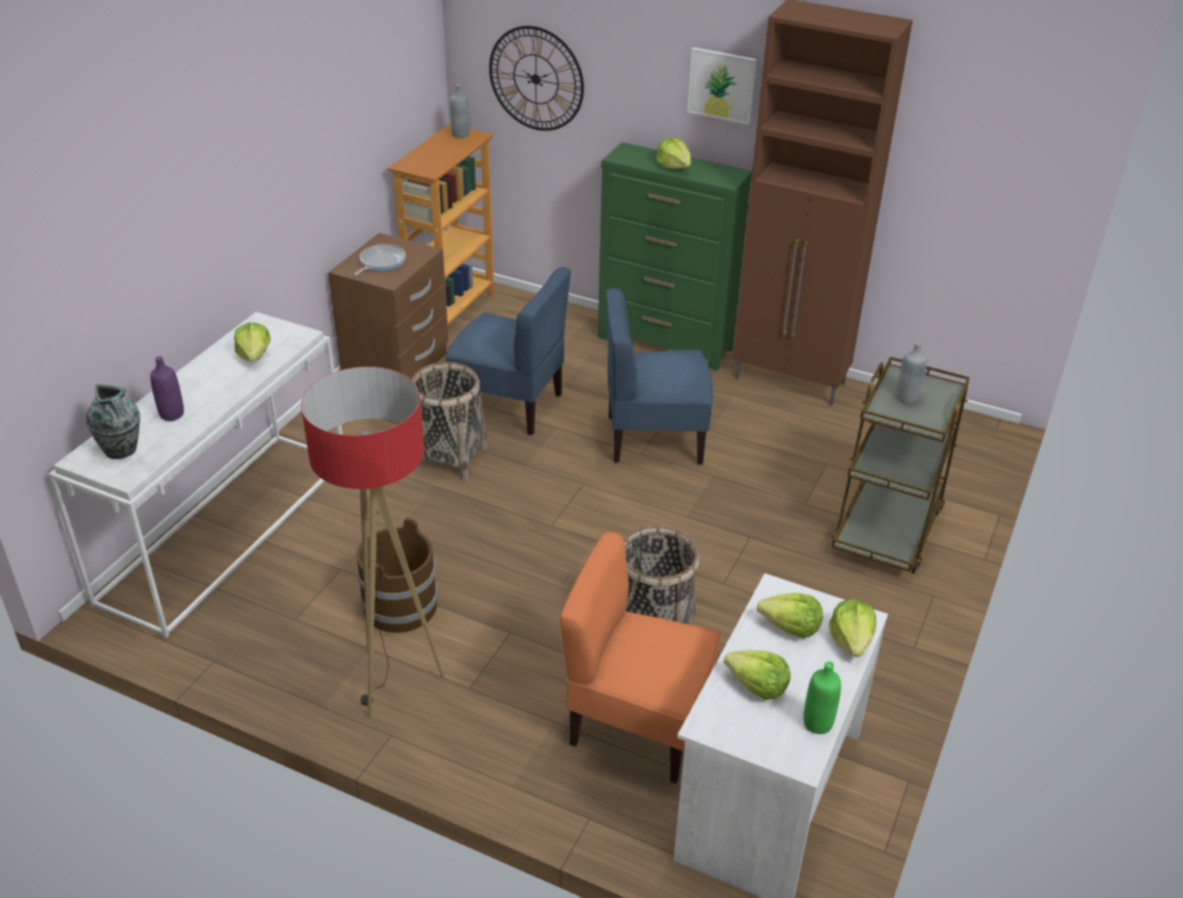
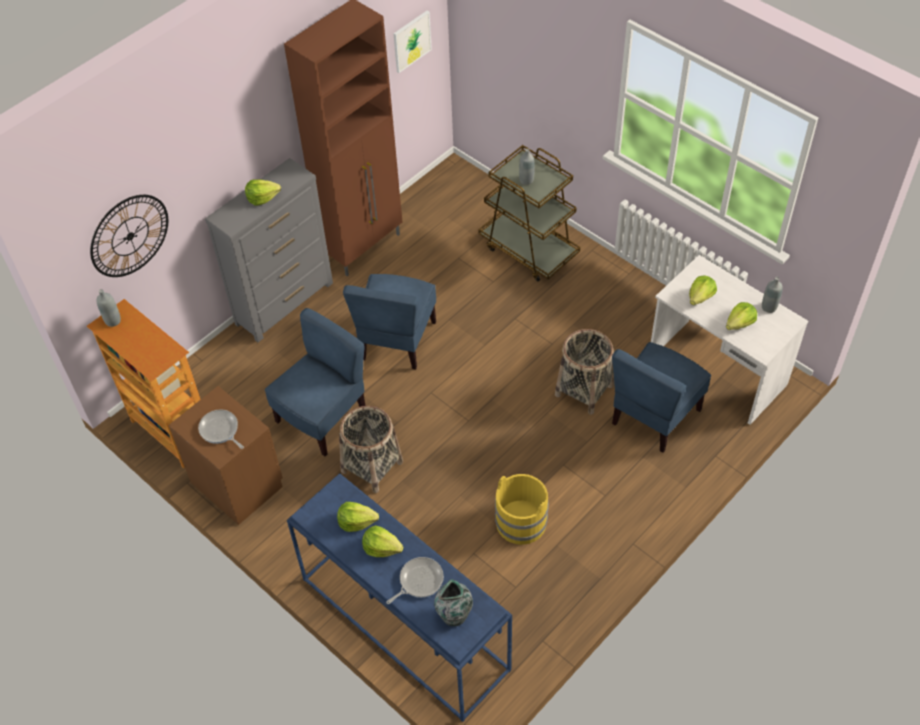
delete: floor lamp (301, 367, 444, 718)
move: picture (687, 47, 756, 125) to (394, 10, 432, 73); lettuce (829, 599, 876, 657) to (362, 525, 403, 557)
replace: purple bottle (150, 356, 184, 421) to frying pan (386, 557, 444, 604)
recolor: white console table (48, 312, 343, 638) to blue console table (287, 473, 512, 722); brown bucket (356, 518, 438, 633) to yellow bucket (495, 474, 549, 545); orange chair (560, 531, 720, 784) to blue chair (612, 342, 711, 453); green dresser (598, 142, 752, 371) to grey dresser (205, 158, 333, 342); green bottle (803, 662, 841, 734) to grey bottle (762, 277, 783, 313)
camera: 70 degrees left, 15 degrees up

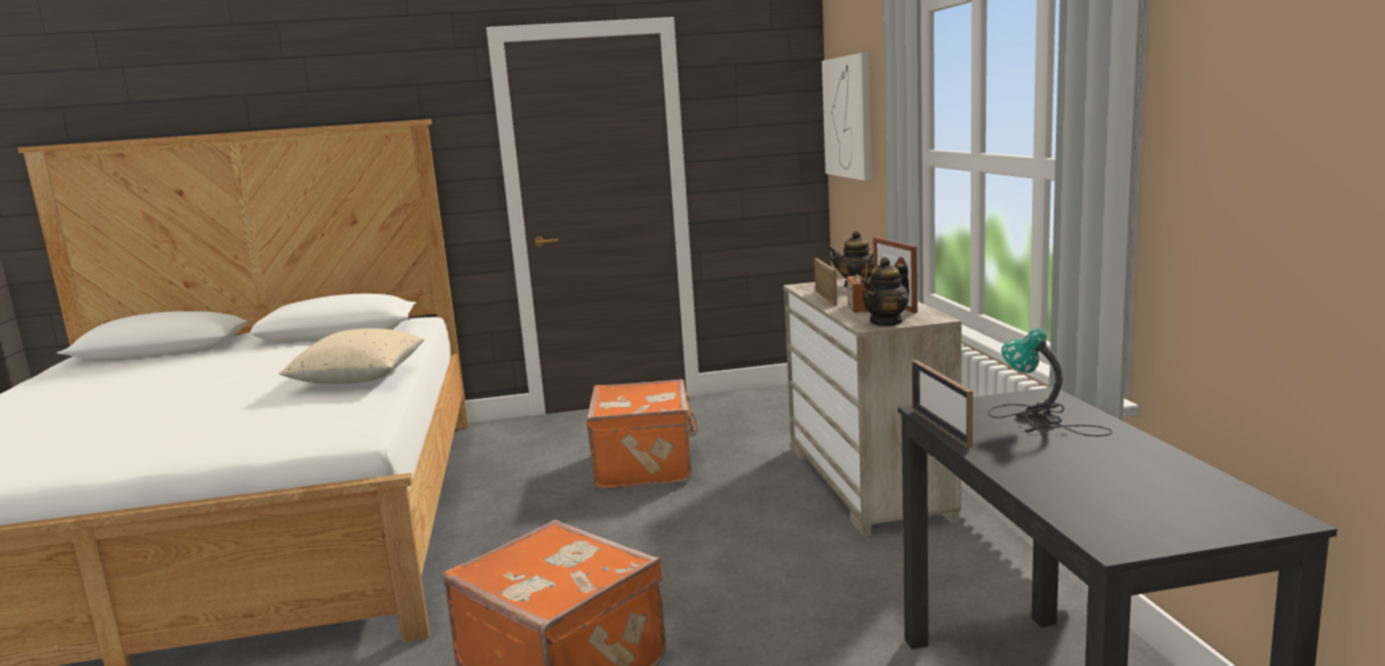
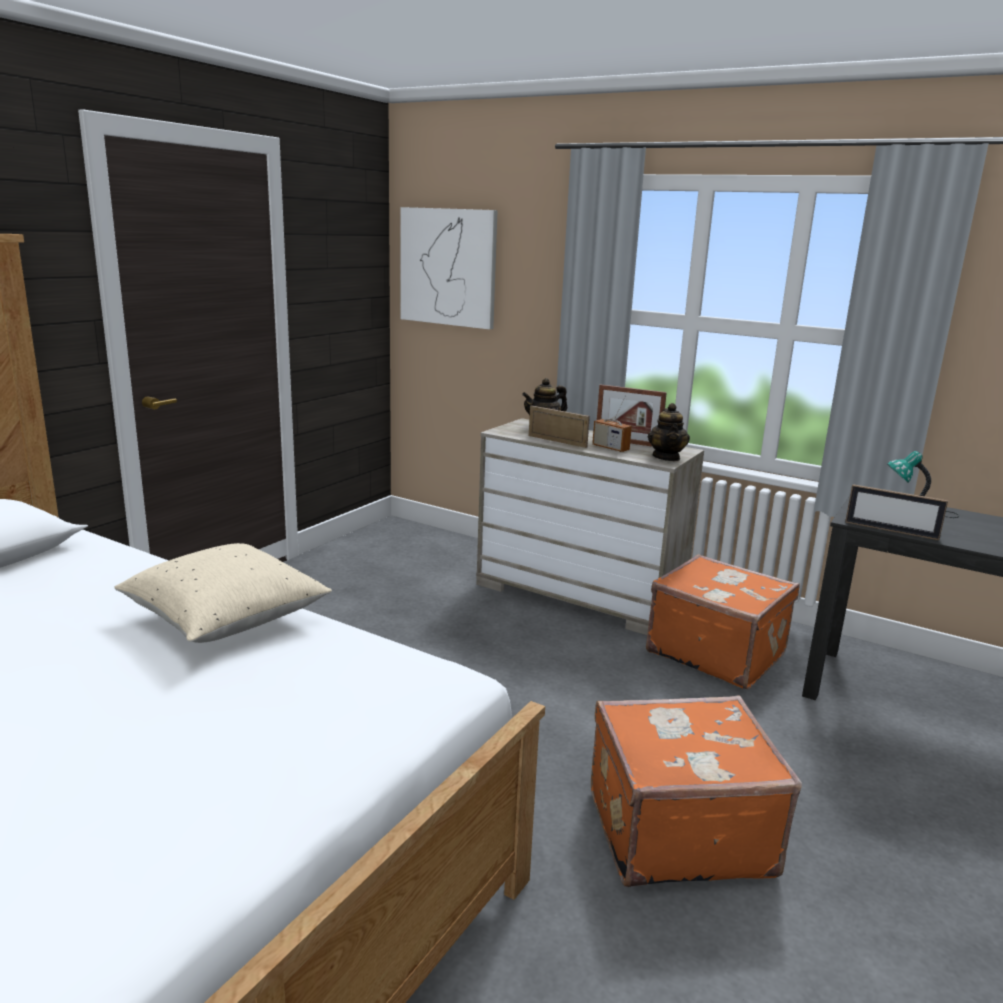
move: orange suitcase (587, 379, 697, 489) to (646, 554, 800, 690)
camera: 50 degrees left, 5 degrees up

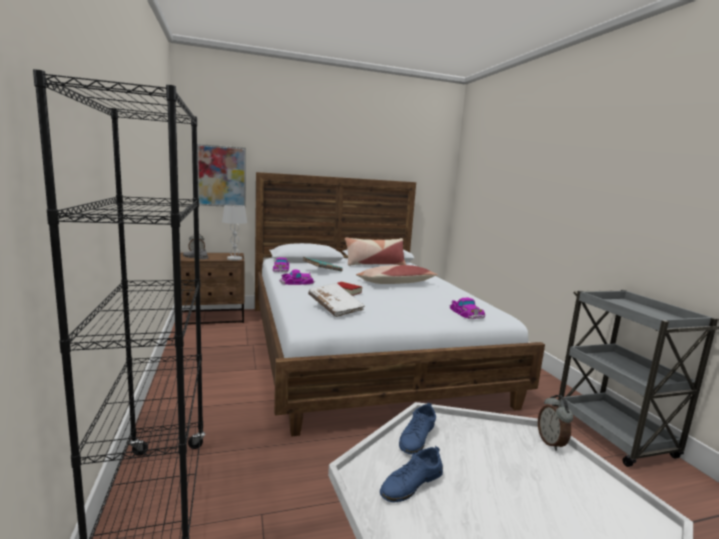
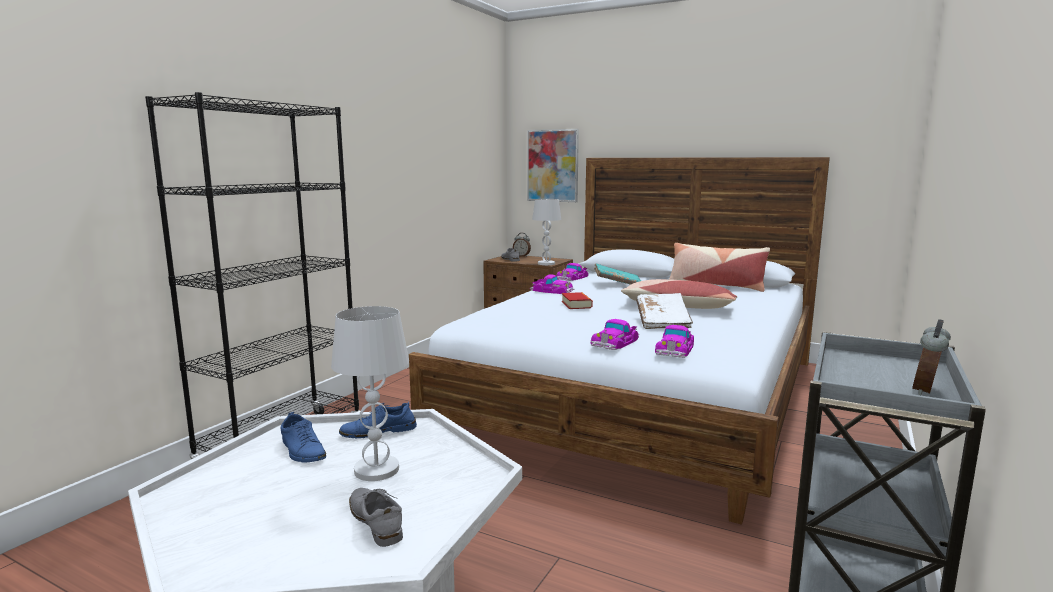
insert: white table lamp (331, 306, 409, 481); grey shoe (349, 488, 403, 547); toy car (591, 319, 639, 350)
move: white book (308, 283, 365, 317) to (636, 293, 693, 329); alarm clock (538, 395, 573, 451) to (912, 319, 951, 395)
rotate: blue shoe (380, 446, 443, 502) = (280, 412, 326, 463) 135 degrees counterclockwise
camera: 45 degrees right, 0 degrees up

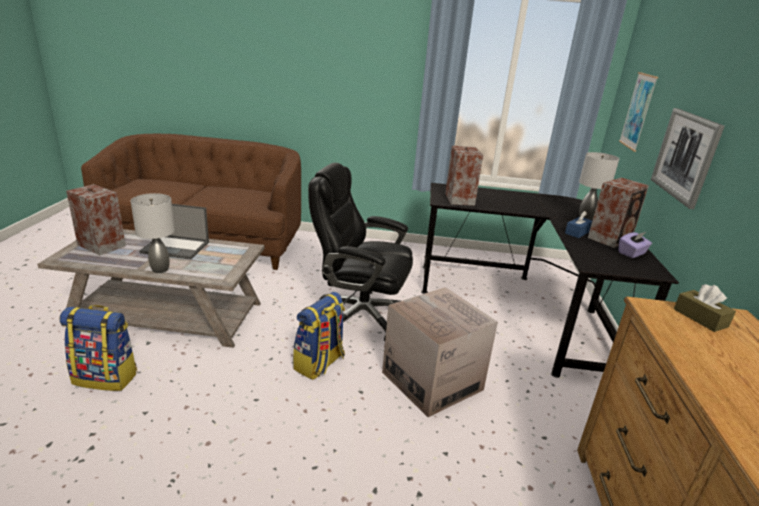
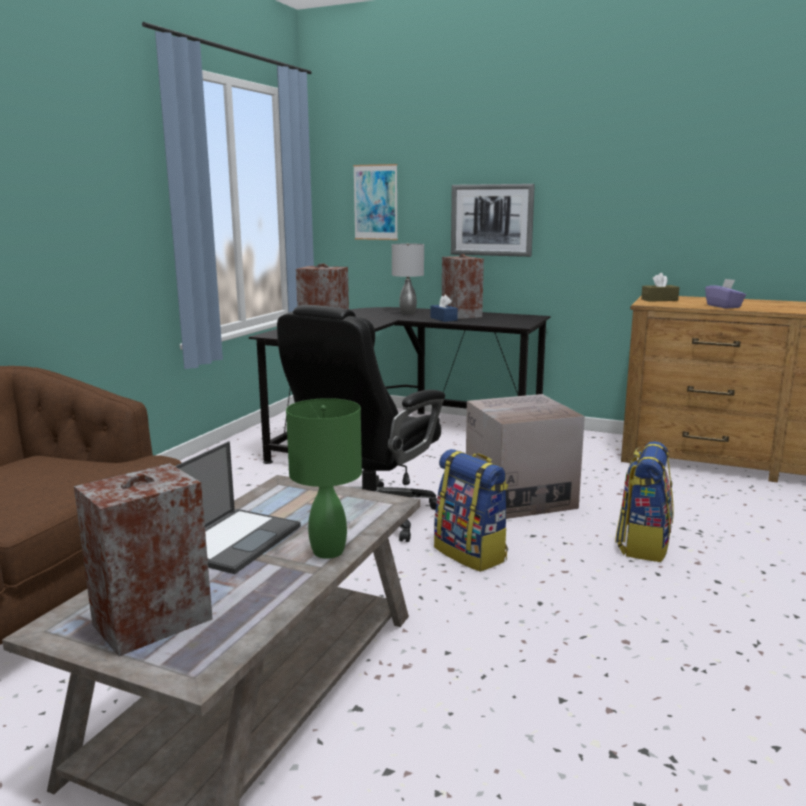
move: backpack (60, 305, 138, 391) to (615, 441, 674, 562); purple tissue box (619, 232, 652, 258) to (705, 278, 746, 309)
recolor: grey table lamp (131, 193, 175, 273) to green table lamp (286, 398, 362, 559)
camera: 70 degrees left, 10 degrees down

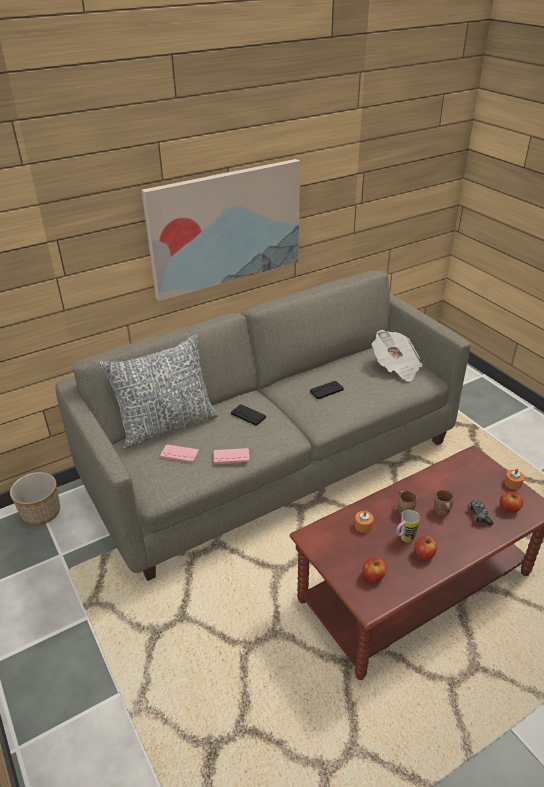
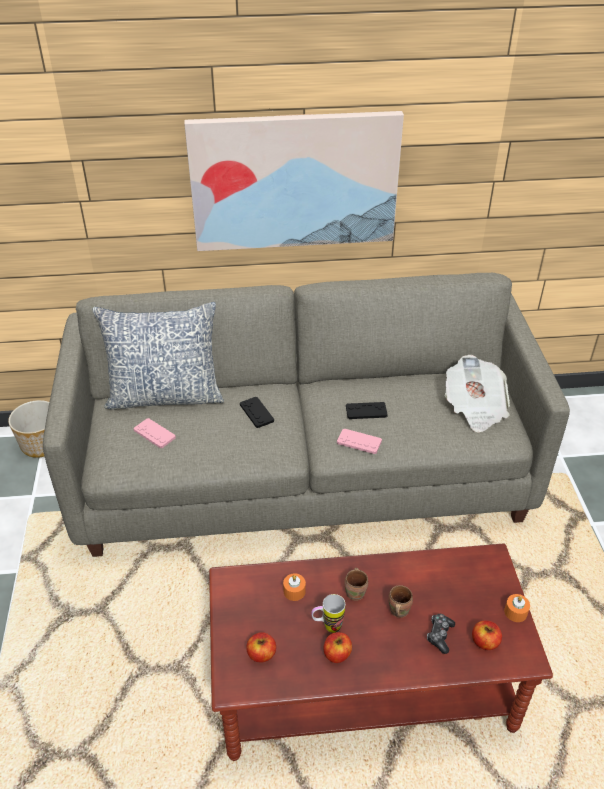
move: pink game controller (214, 448, 250, 464) to (337, 428, 382, 454)
camera: 25 degrees right, 5 degrees up

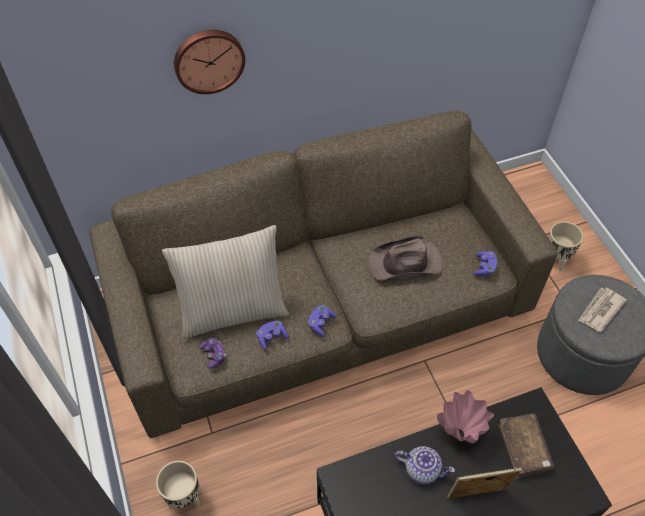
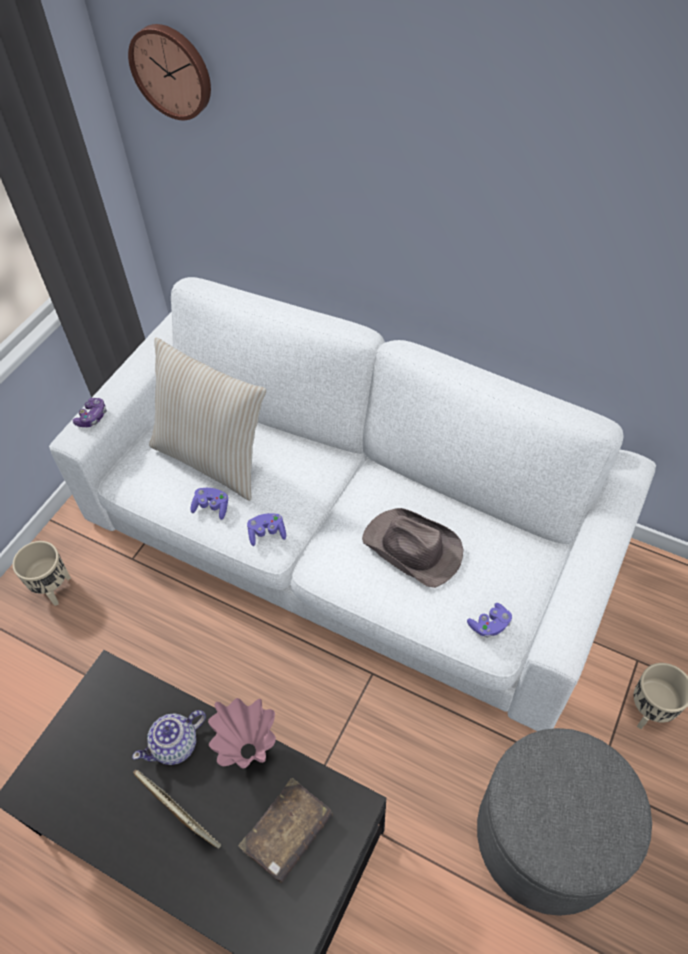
delete: newspaper (578, 288, 627, 332)
move: wall clock (174, 30, 245, 94) to (128, 24, 211, 120); game controller (199, 338, 226, 369) to (73, 398, 107, 427)
recolor: brown sofa (89, 110, 558, 438) to white sofa (49, 277, 656, 731)
rotate: teapot (395, 446, 455, 485) = (132, 710, 206, 765) 75 degrees clockwise
camera: 50 degrees right, 0 degrees up

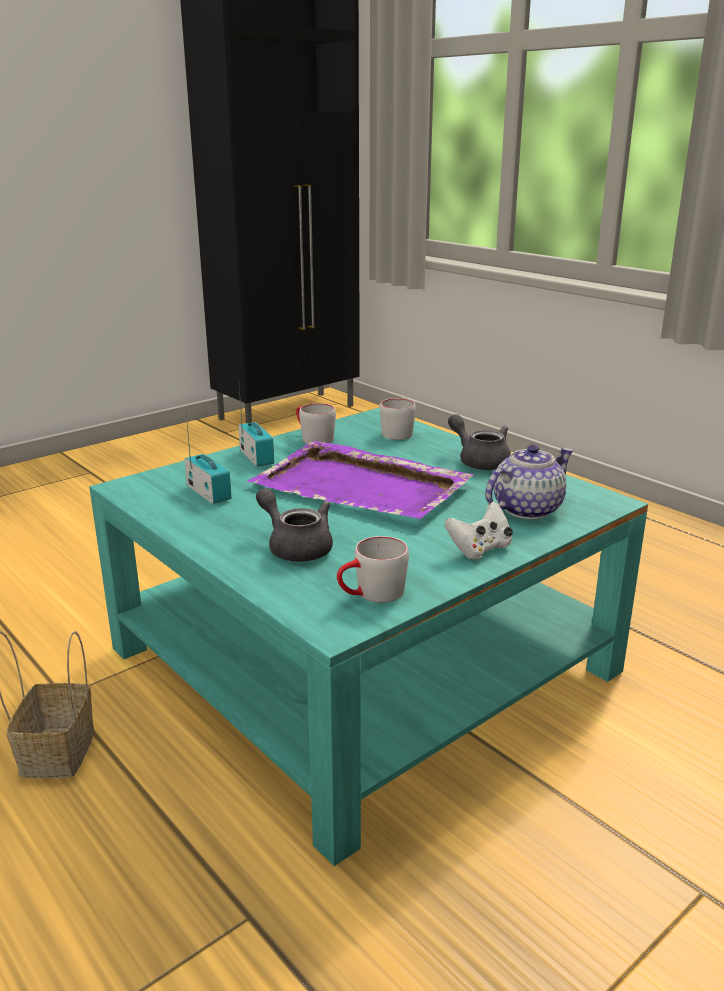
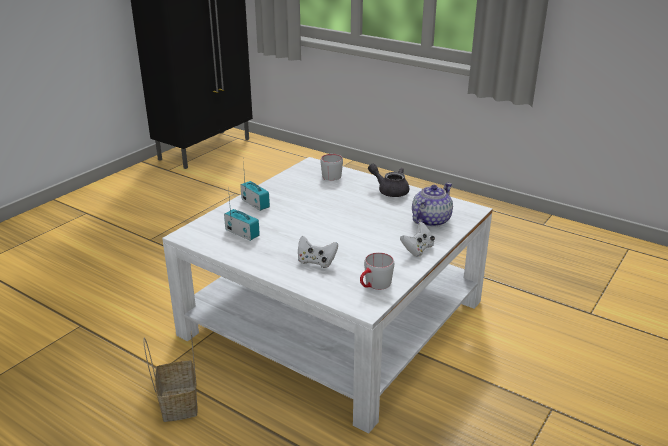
delete: purple tray (247, 441, 474, 519); grey mug (296, 403, 336, 444)
replace: grey teapot (256, 488, 333, 562) to white game controller (298, 236, 338, 268)
recolor: turquoise coffee table (89, 408, 648, 866) to white coffee table (162, 157, 493, 434)
camera: 15 degrees left, 5 degrees up

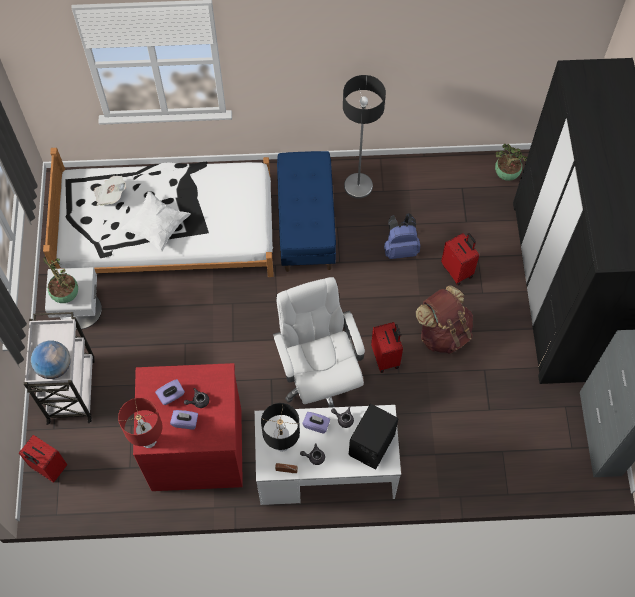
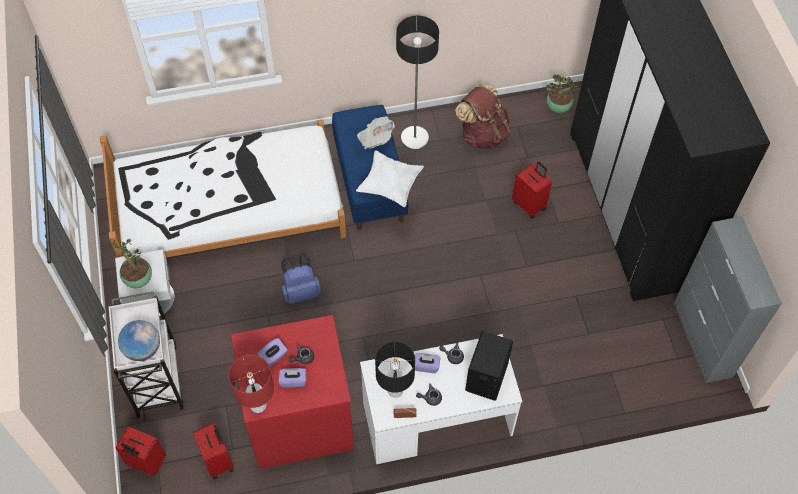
delete: white office chair (273, 277, 365, 408)
move: newspaper (94, 176, 126, 206) to (357, 116, 395, 149); white pillow (120, 191, 191, 252) to (356, 150, 424, 207); red suitcase (371, 322, 403, 373) to (193, 422, 234, 479); blue backpack (384, 213, 420, 259) to (281, 253, 321, 305); brown backpack (416, 285, 473, 354) to (455, 84, 511, 149)
camera: 10 degrees left, 5 degrees down

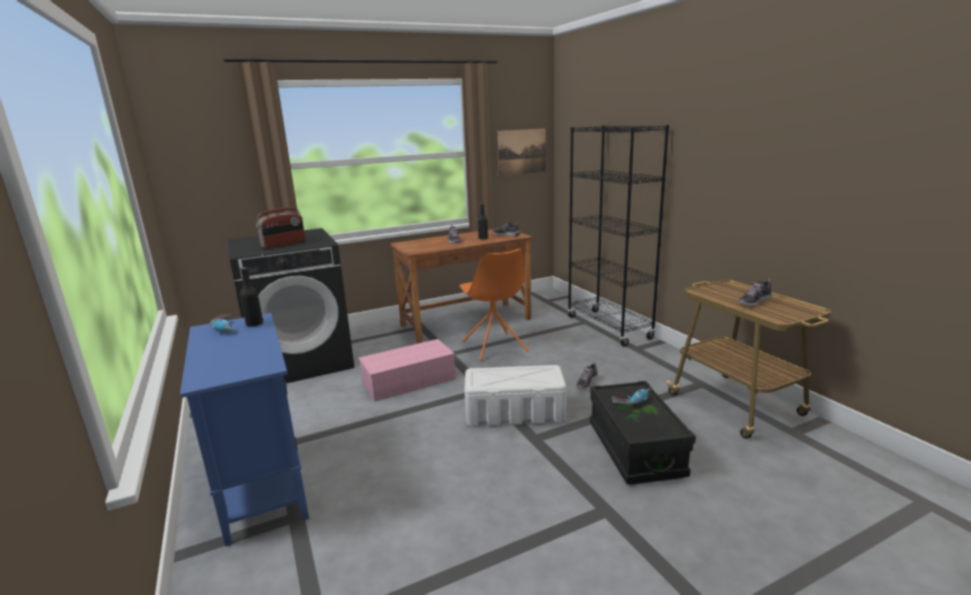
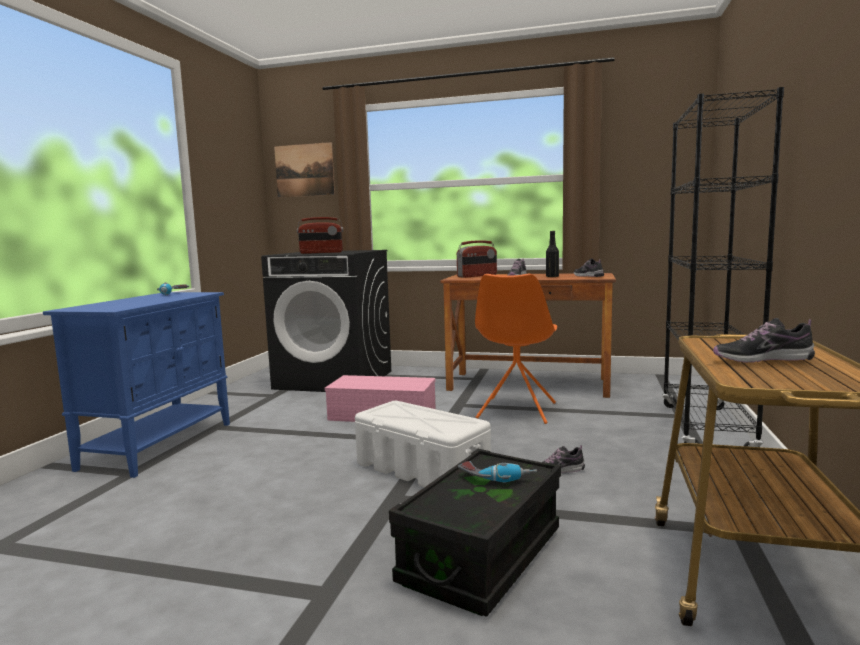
delete: black bottle (240, 267, 263, 327)
insert: radio (457, 240, 497, 278)
move: picture (498, 128, 545, 176) to (274, 142, 335, 197)
camera: 40 degrees right, 10 degrees down

